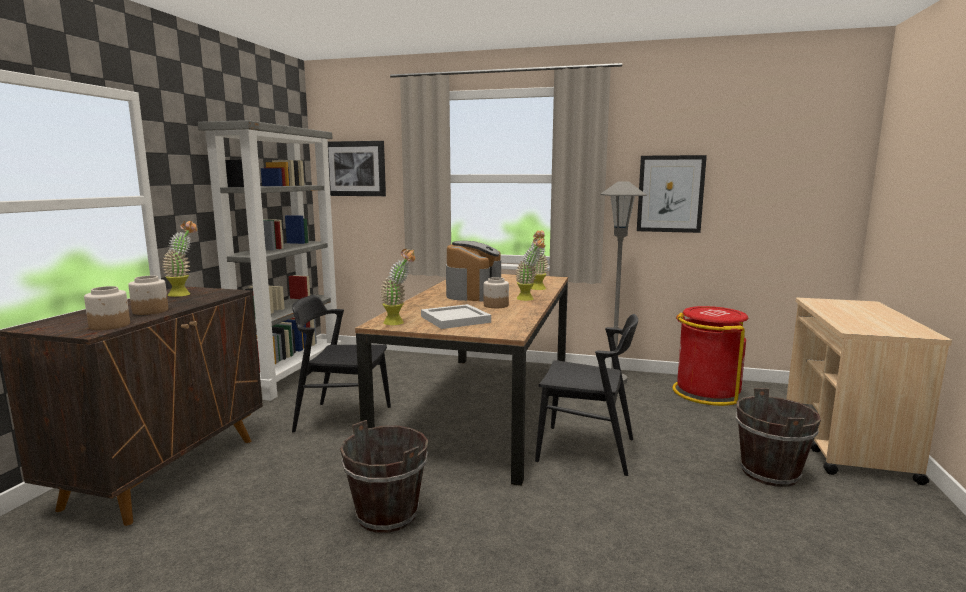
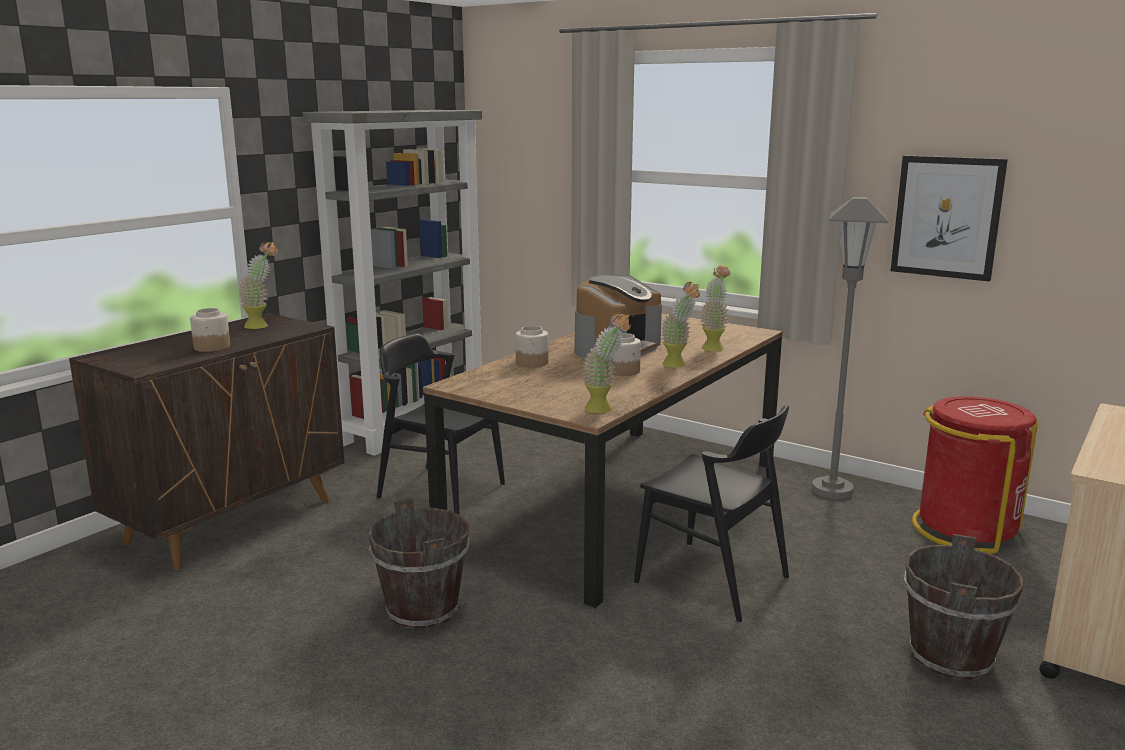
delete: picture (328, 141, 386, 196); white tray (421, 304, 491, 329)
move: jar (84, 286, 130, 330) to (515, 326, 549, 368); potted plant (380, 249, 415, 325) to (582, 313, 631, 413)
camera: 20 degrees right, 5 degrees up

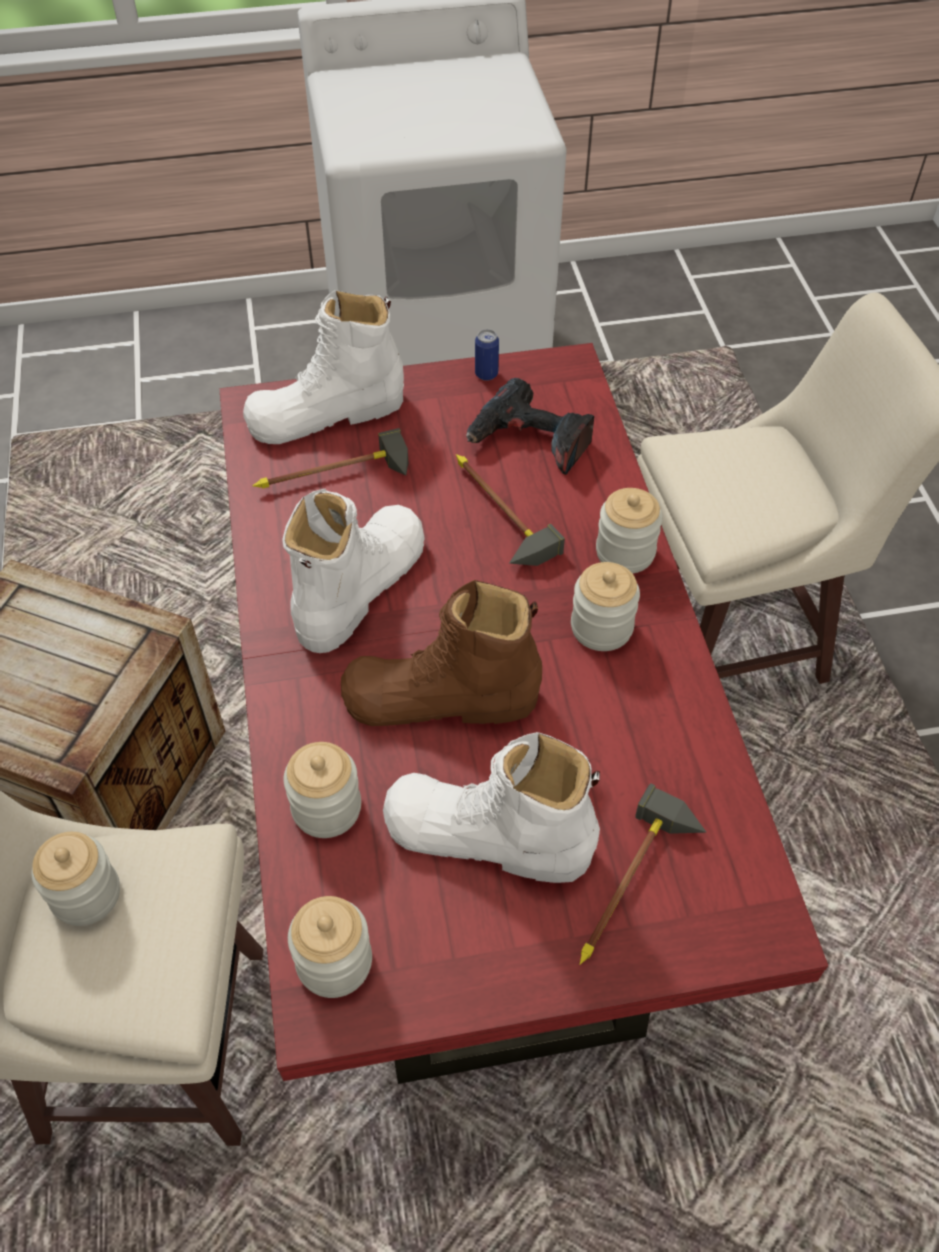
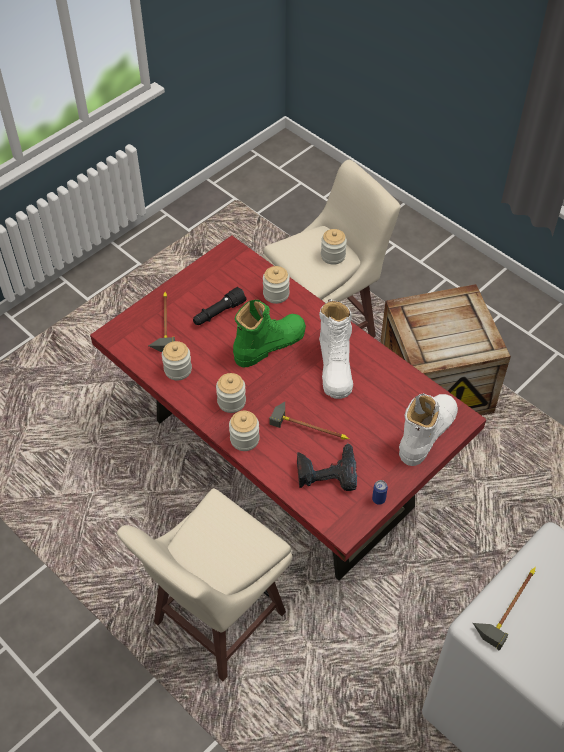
move: hammer (252, 428, 408, 489) to (473, 567, 536, 650); jar (288, 896, 372, 998) to (162, 341, 192, 380)
replace: white boot (383, 732, 600, 883) to black flashlight (193, 287, 246, 325)
recolor: brown boot (341, 580, 542, 726) to green boot (233, 300, 306, 367)
camera: 145 degrees right, 0 degrees up

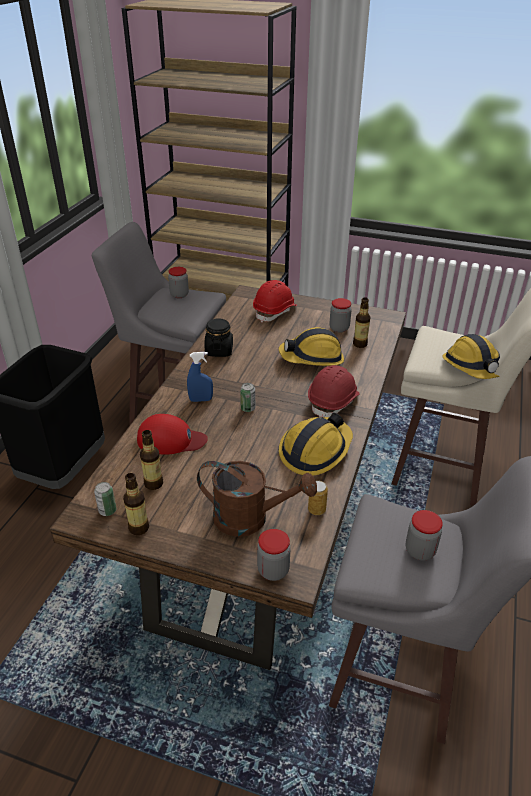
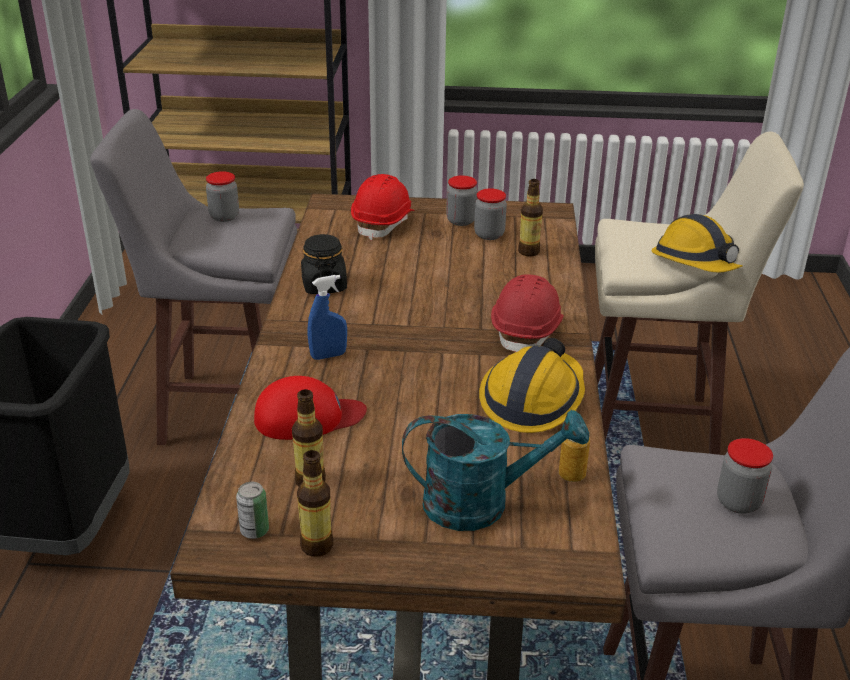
delete: can (240, 383, 255, 412); hard hat (279, 327, 344, 366)
move: jar (257, 529, 291, 581) to (446, 175, 478, 226)
recolor: brown watering can (197, 461, 317, 537) to turquoise watering can (402, 410, 589, 531)
camera: 15 degrees left, 5 degrees down

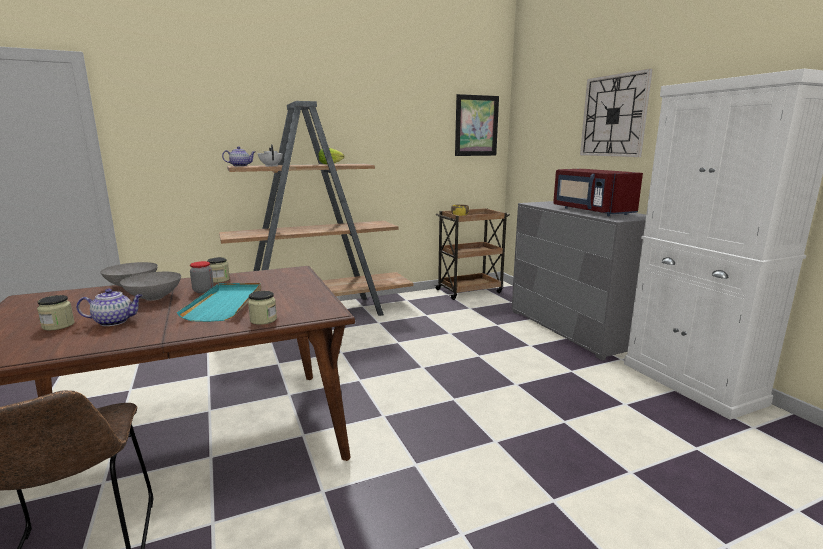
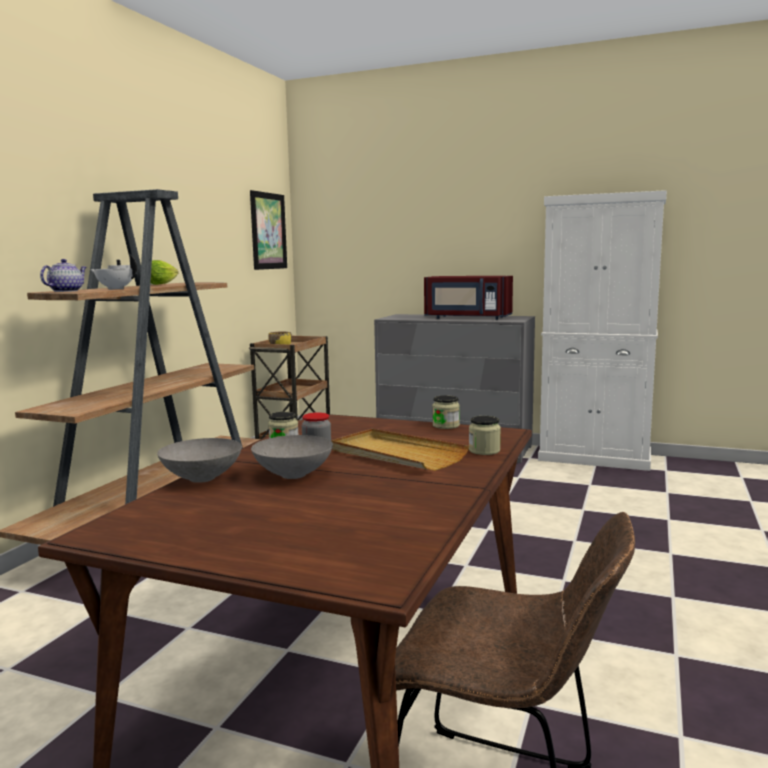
delete: teapot (76, 289, 143, 326); wall clock (580, 69, 653, 157)
move: jar (37, 295, 75, 330) to (432, 395, 460, 429)
recolor: turquoise tray (177, 283, 261, 322) to beige tray (331, 429, 469, 471)
camera: 45 degrees left, 5 degrees down

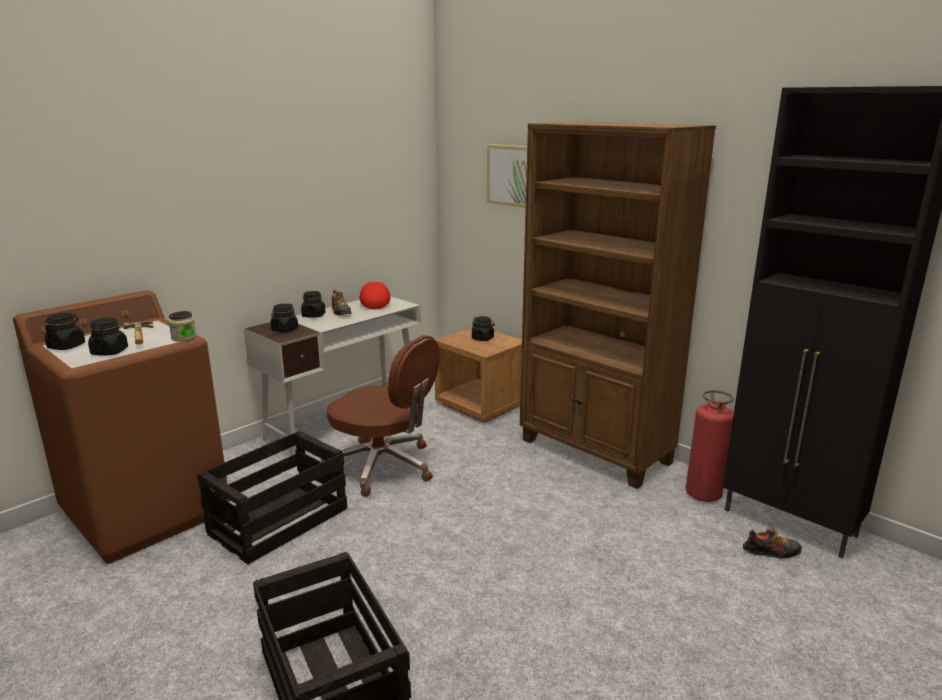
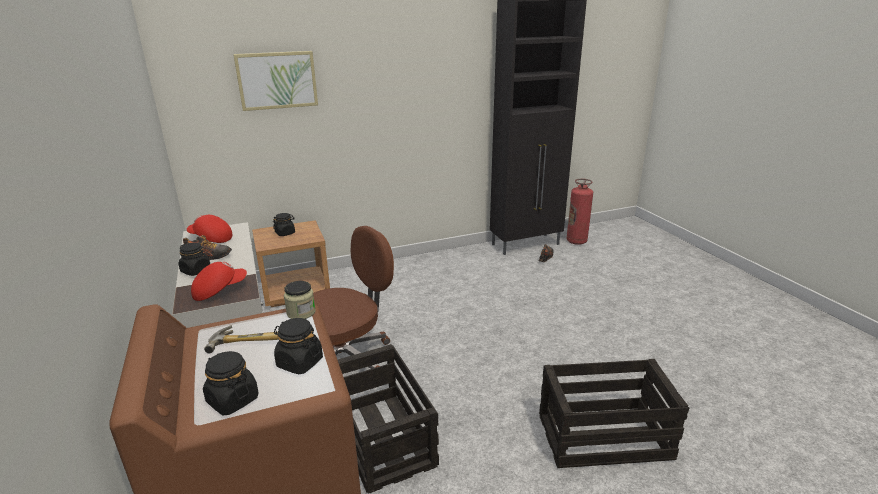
delete: brown bookcase (520, 122, 716, 489)
move: fire extinguisher (686, 390, 734, 502) to (566, 179, 593, 245)
replace: black jar (271, 304, 298, 332) to red cap (191, 261, 247, 301)
camera: 65 degrees left, 5 degrees up

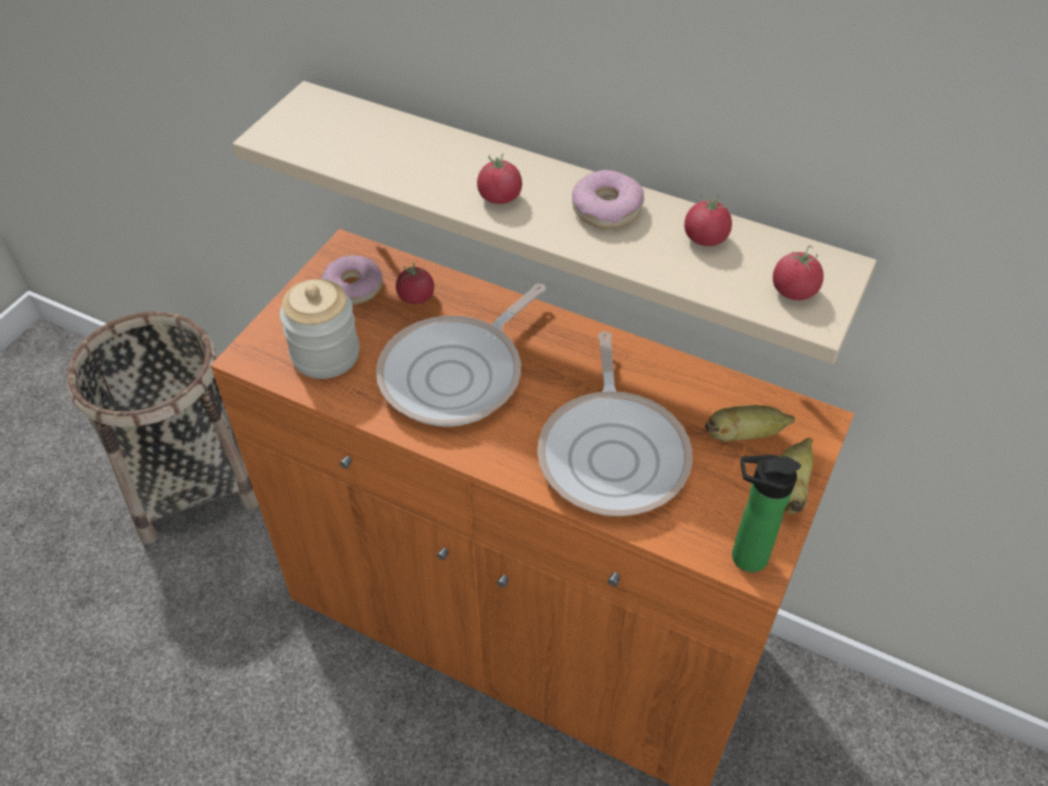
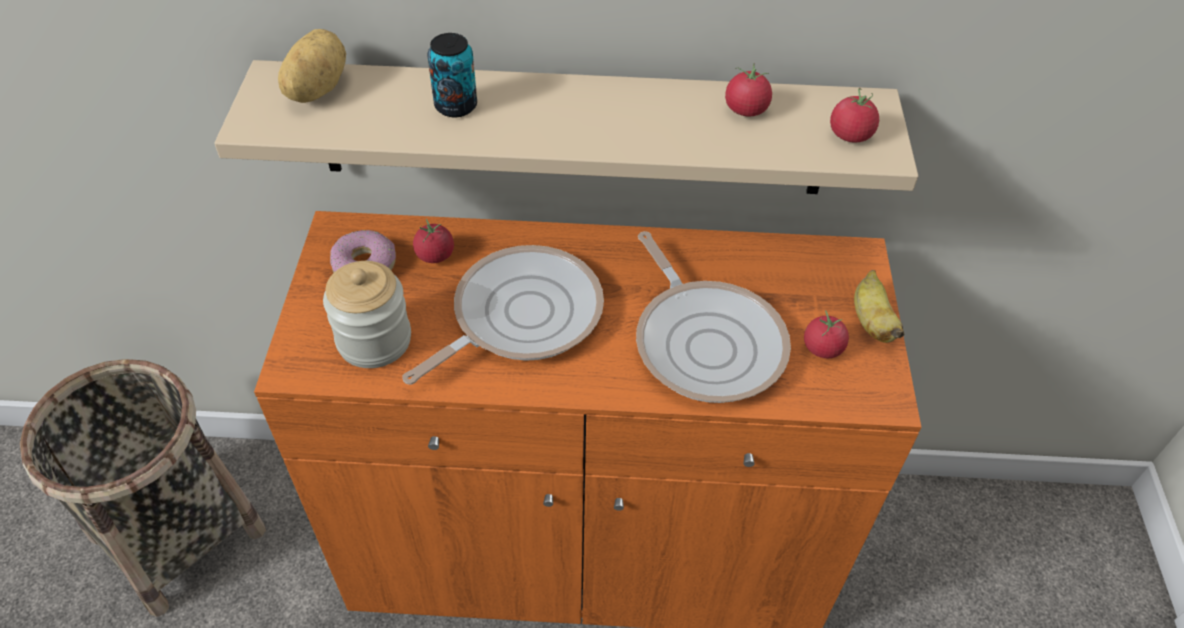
delete: donut (572, 170, 644, 229); banana (705, 405, 795, 441); bottle (732, 455, 801, 572)
insert: potato (278, 29, 346, 103); can (427, 33, 477, 117)
move: tomato (477, 153, 522, 204) to (804, 310, 849, 358)
rotate: frying pan (376, 284, 546, 426) = (402, 245, 604, 385) 150 degrees counterclockwise
camera: 25 degrees left, 0 degrees up

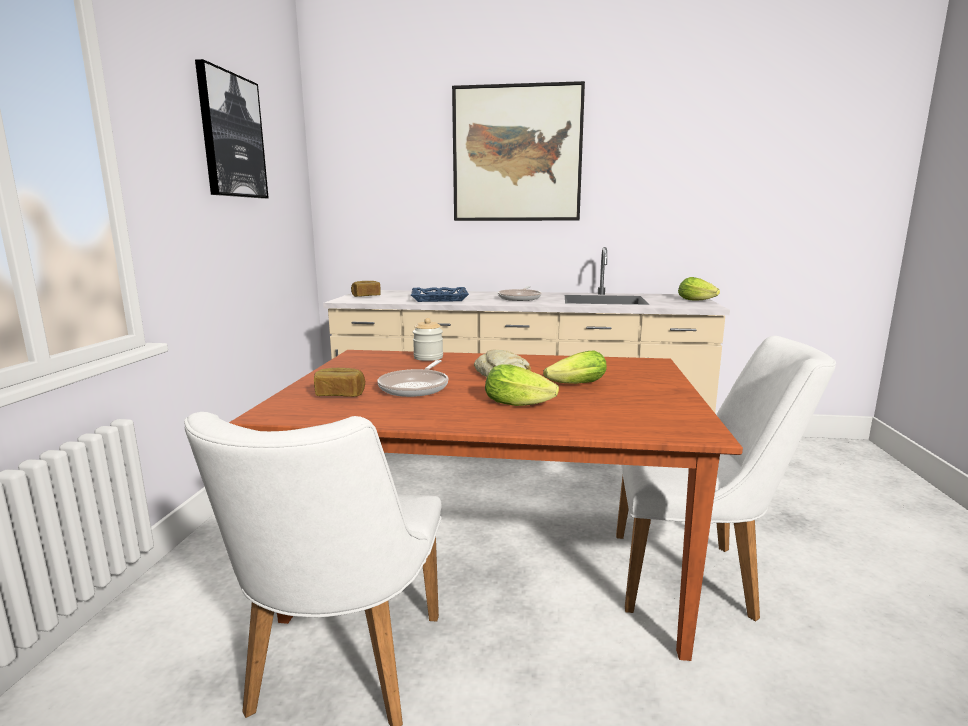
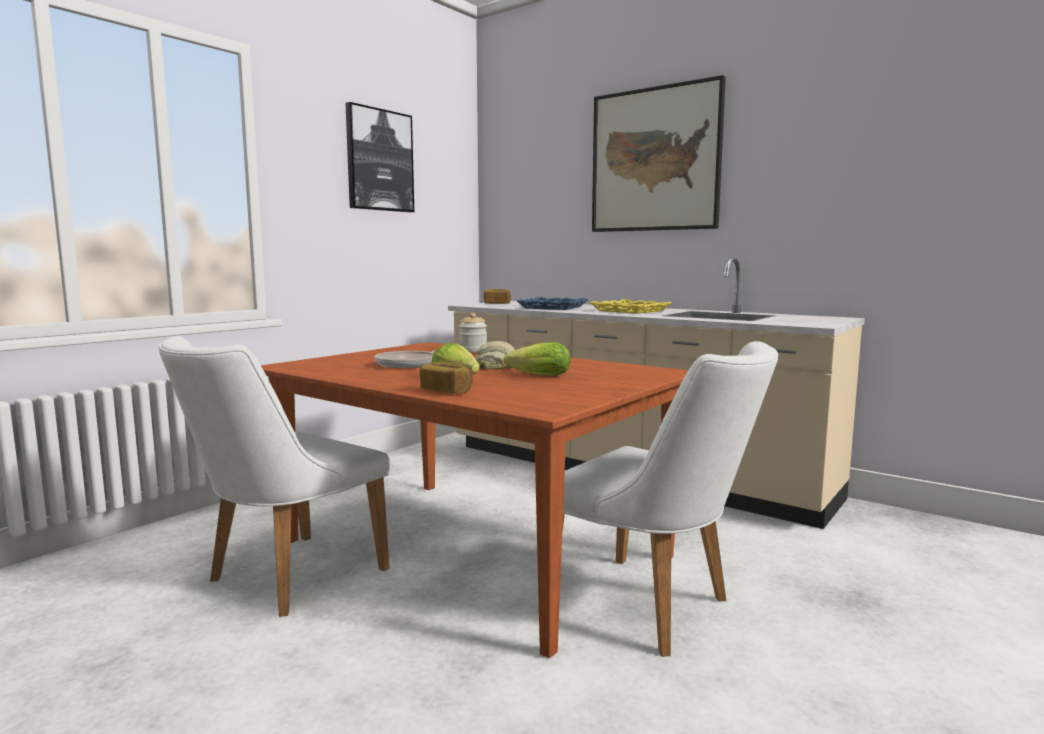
delete: lettuce (678, 277, 720, 301)
move: bread (314, 368, 365, 397) to (420, 362, 473, 394)
replace: frying pan (498, 286, 542, 301) to yellow tray (591, 299, 672, 314)
camera: 30 degrees right, 5 degrees down

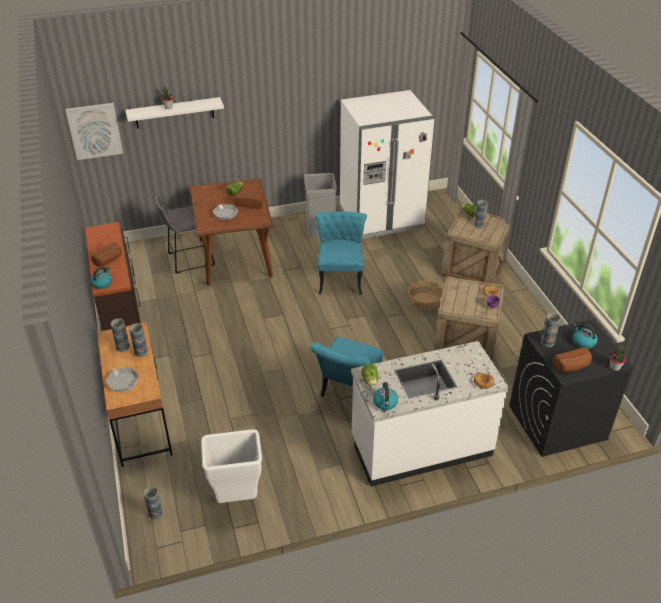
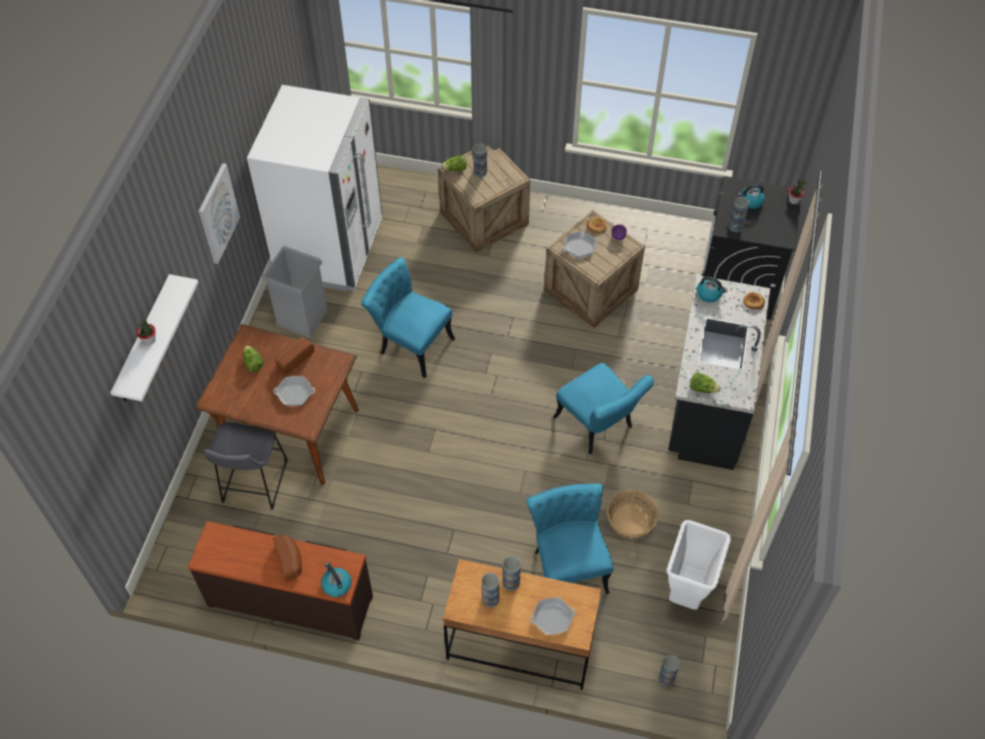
delete: bread (553, 347, 592, 372)
insert: turquoise chair (526, 483, 614, 594); frying pan (562, 231, 598, 258)
move: picture (65, 103, 123, 160) to (198, 163, 240, 264); kettle (373, 382, 398, 410) to (697, 276, 727, 302); basket (408, 280, 444, 310) to (607, 490, 659, 538)
recolor: white counter (351, 341, 509, 486) to black counter (668, 275, 770, 470)
camera: 60 degrees left, 15 degrees up

